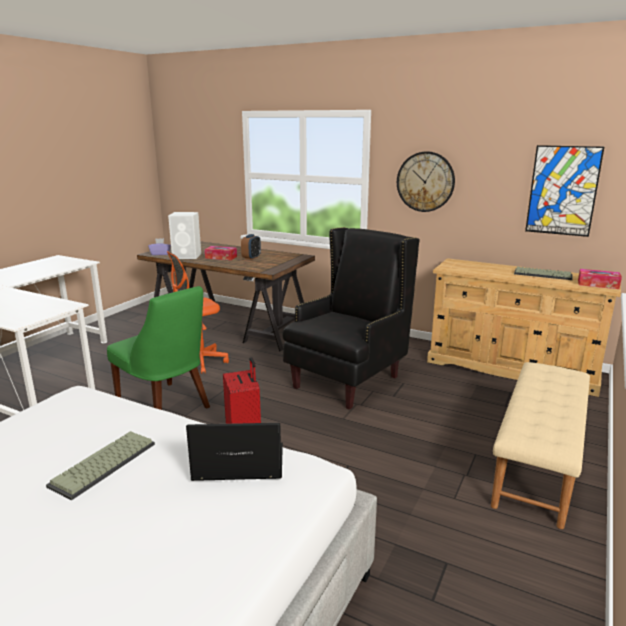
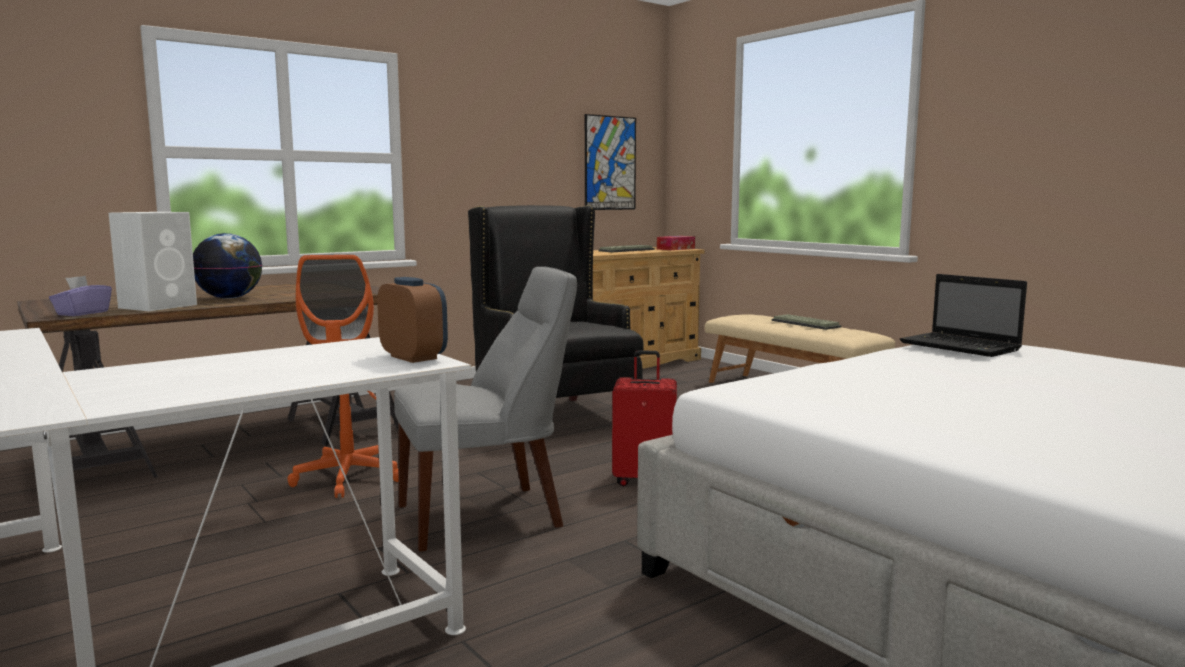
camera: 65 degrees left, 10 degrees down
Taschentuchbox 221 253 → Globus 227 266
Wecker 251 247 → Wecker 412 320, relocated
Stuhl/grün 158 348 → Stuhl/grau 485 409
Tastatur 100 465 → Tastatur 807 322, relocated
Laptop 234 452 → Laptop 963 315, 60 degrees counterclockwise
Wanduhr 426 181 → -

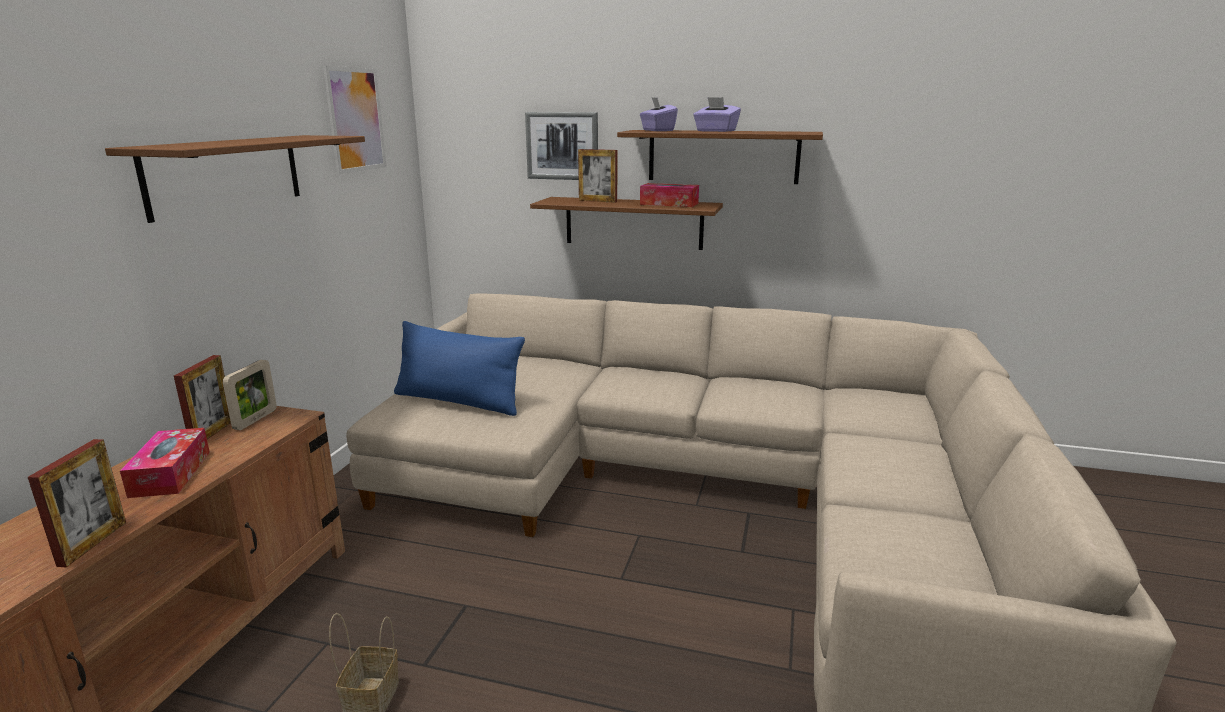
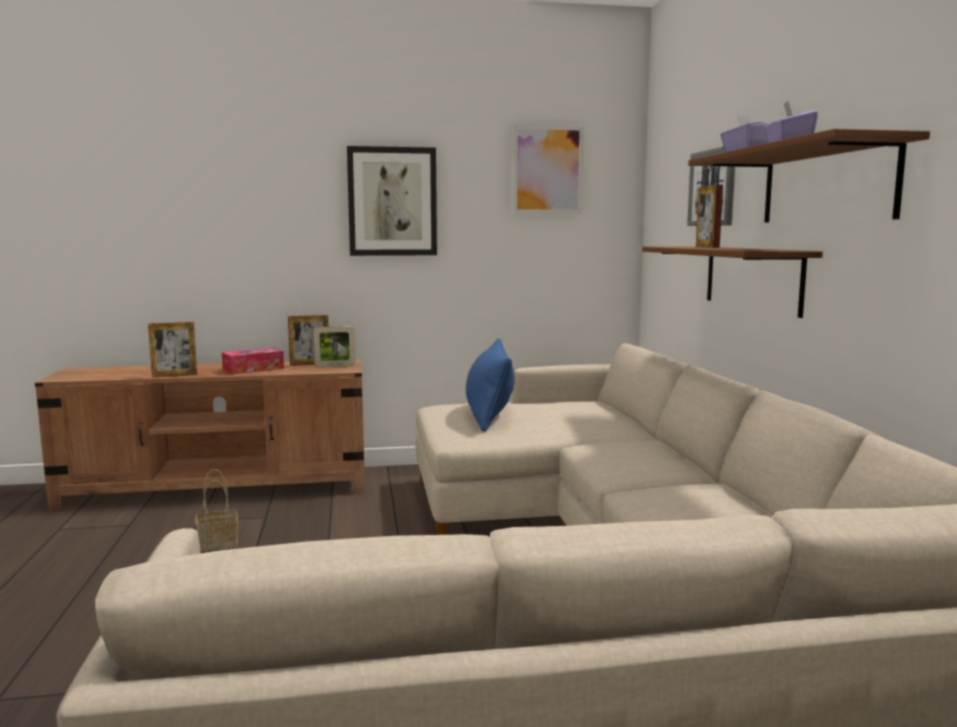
camera: 65 degrees right, 10 degrees down
Wandregal/braun 235 179 → Bild 392 201
Taschentuchbox 669 195 → -

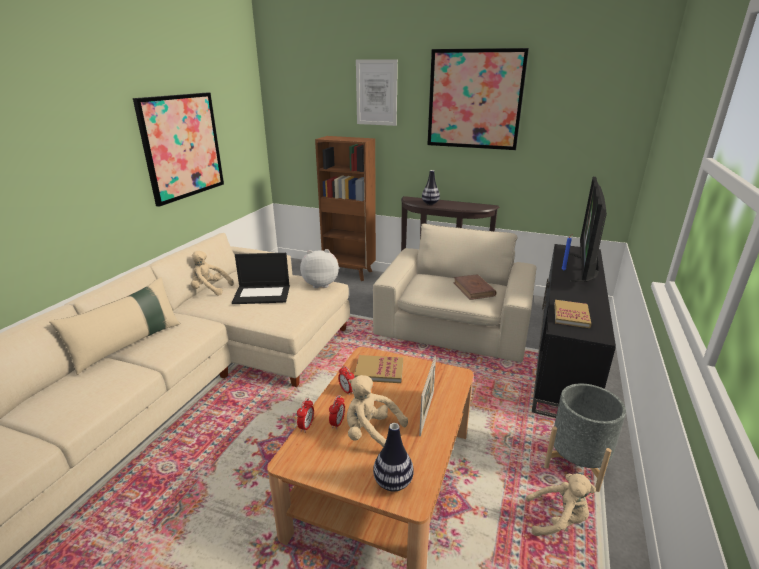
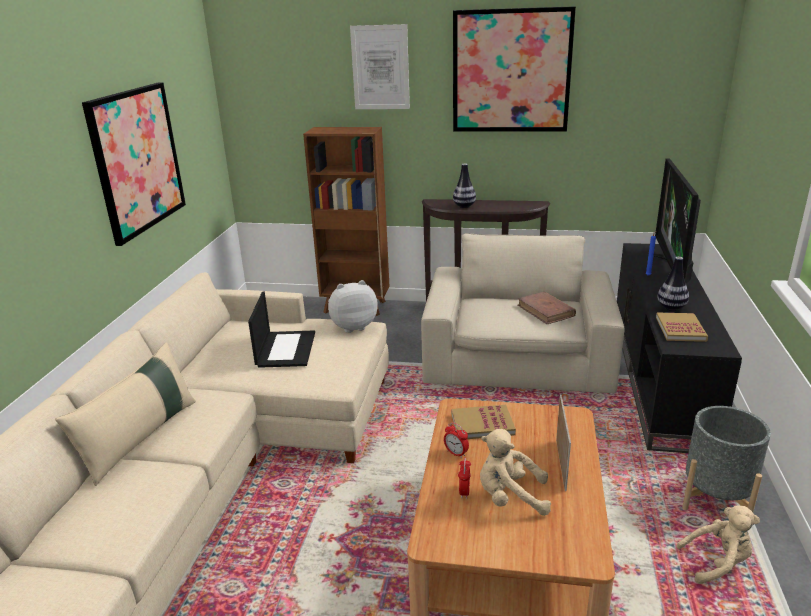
camera: 10 degrees left, 0 degrees up
Laptop 261 278 → Laptop 281 329, 75 degrees counterclockwise
Vase 393 457 → Vase 673 284, relocated
Plüschtier/beige 212 273 → -
Wecker 305 415 → -

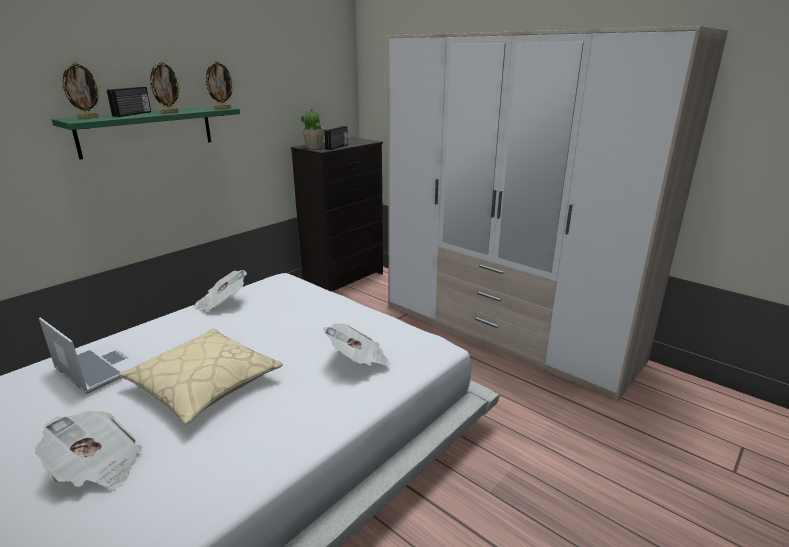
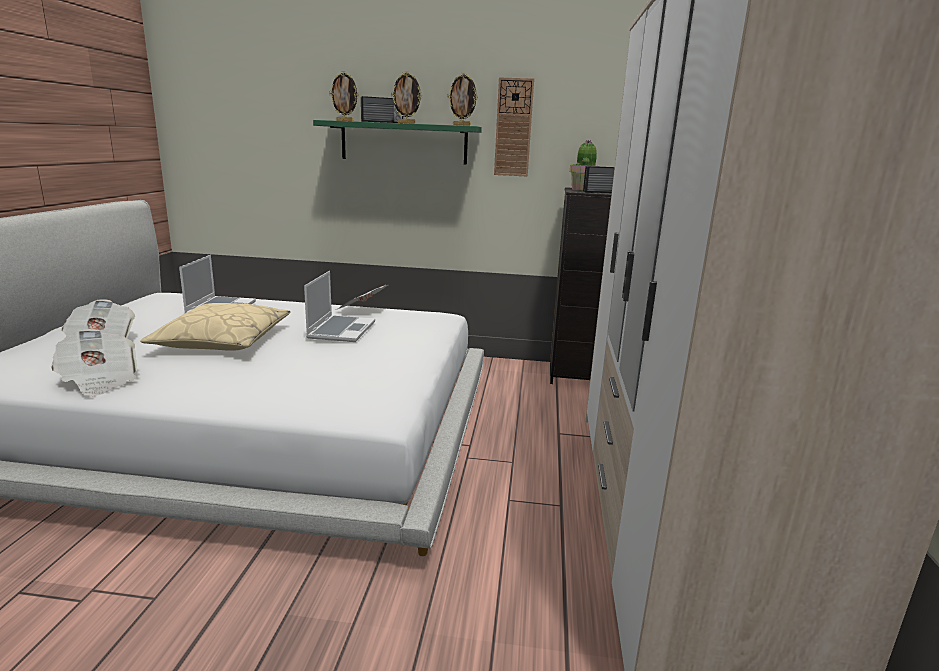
camera: 55 degrees right, 5 degrees down
Zeitung 357 345 → Zeitung 94 363, relocated
- → Laptop 339 306
- → Wanduhr 514 126

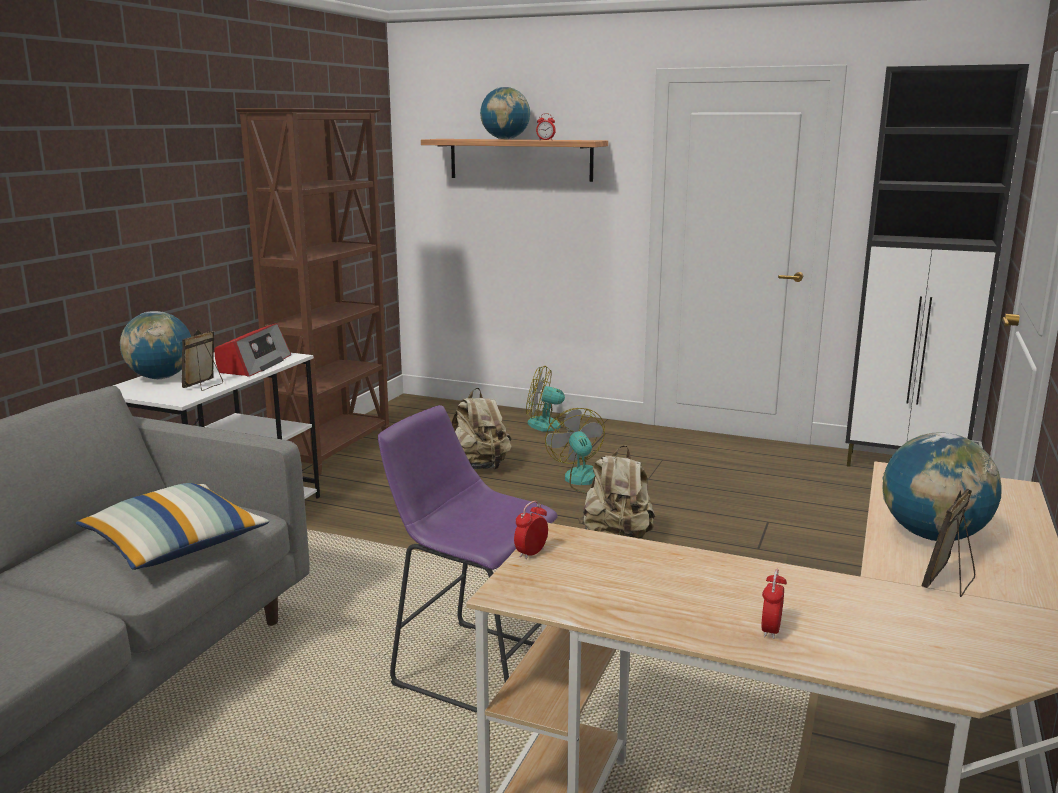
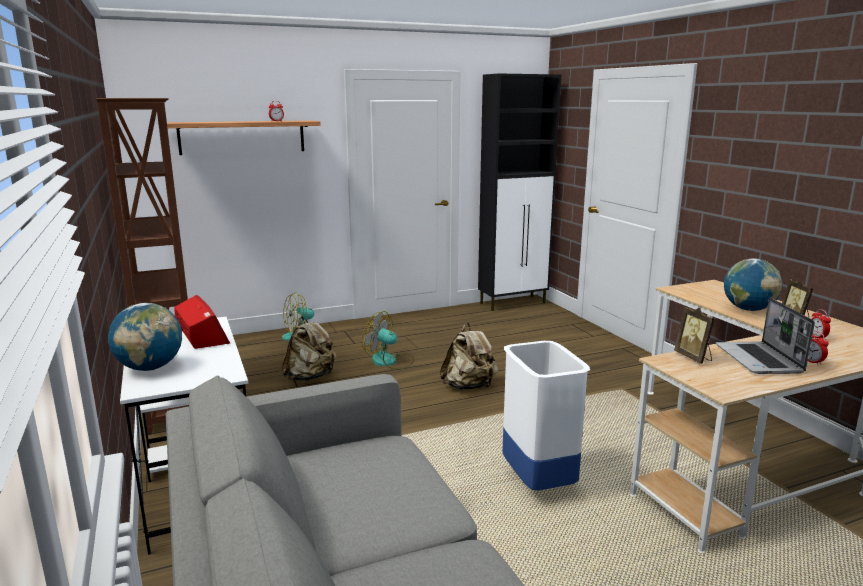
camera: 45 degrees left, 0 degrees up
Hocker/lila 468 559 → Mülleimer/weiß 546 415
Bilderrahmen 202 360 → Bilderrahmen 694 335, relocated
- → Laptop 765 335
Wecker 531 530 → Wecker 821 323, relocated
Kissen 172 526 → -
Globus 505 113 → -

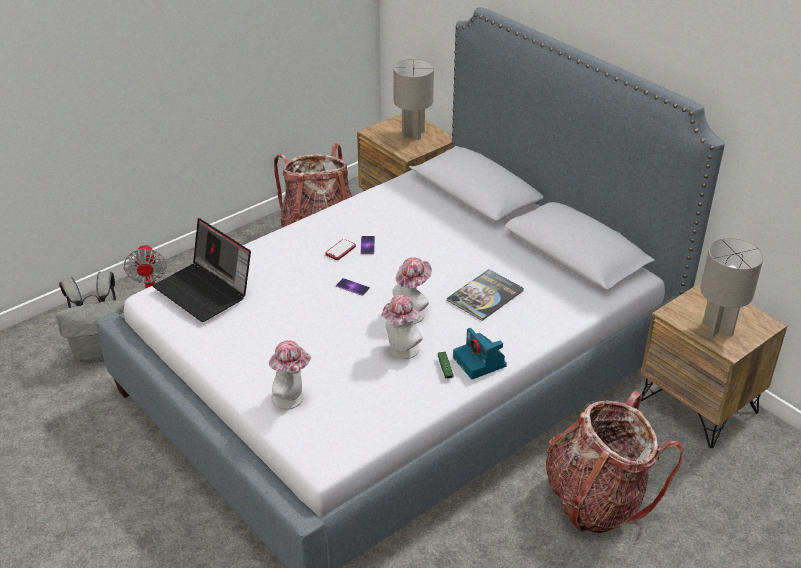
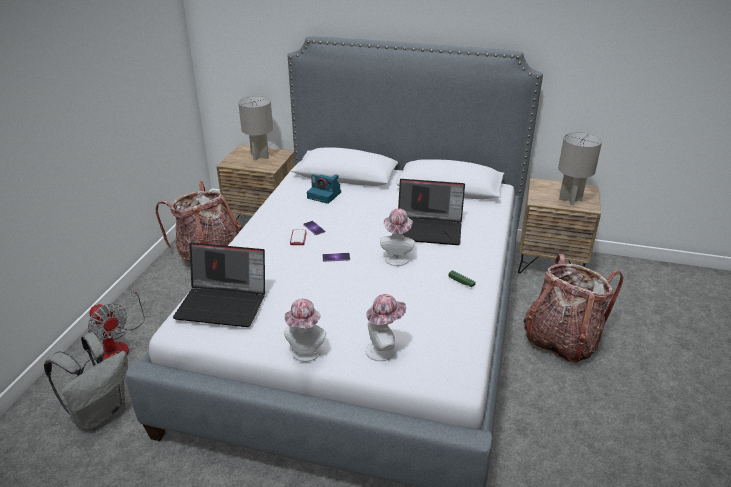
camera: 35 degrees left, 5 degrees down
Hut 402 327 → Hut 305 330, relocated
Kamera 480 353 → Kamera 324 189, relocated
Buch 485 295 → Laptop 431 212

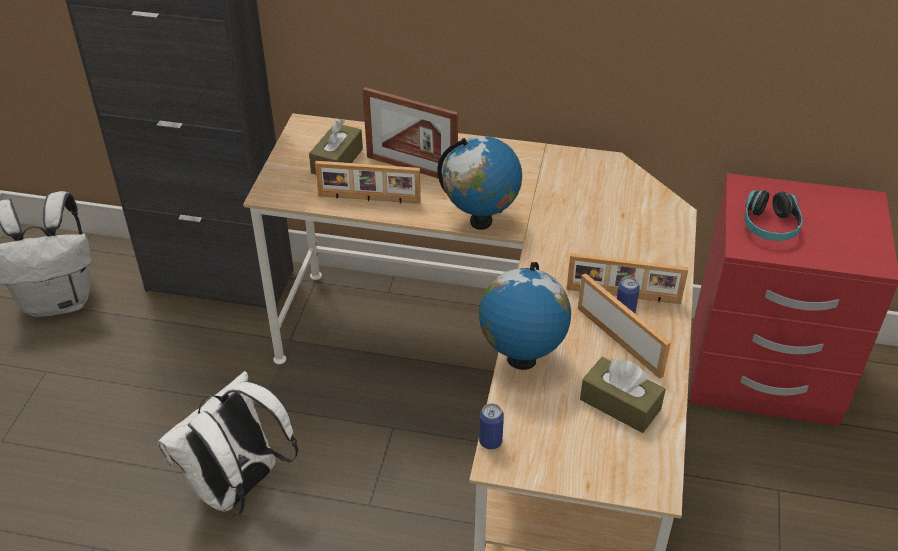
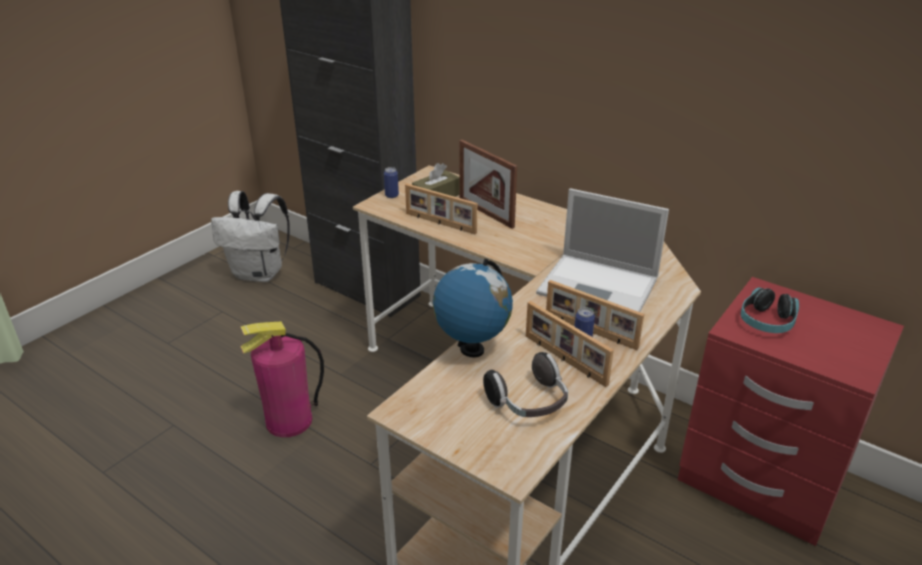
camera: 25 degrees right, 10 degrees down
Rucksack/weiß 228 443 → Feuerlöscher 282 379
Dose 491 426 → Dose 391 182, relocated
Taschentuchbox/braun 622 395 → Kopfhörer 525 384
Bilderrahmen 624 326 → Bilderrahmen 570 344, 150 degrees clockwise
- → Laptop 602 250
Globus 479 183 → -

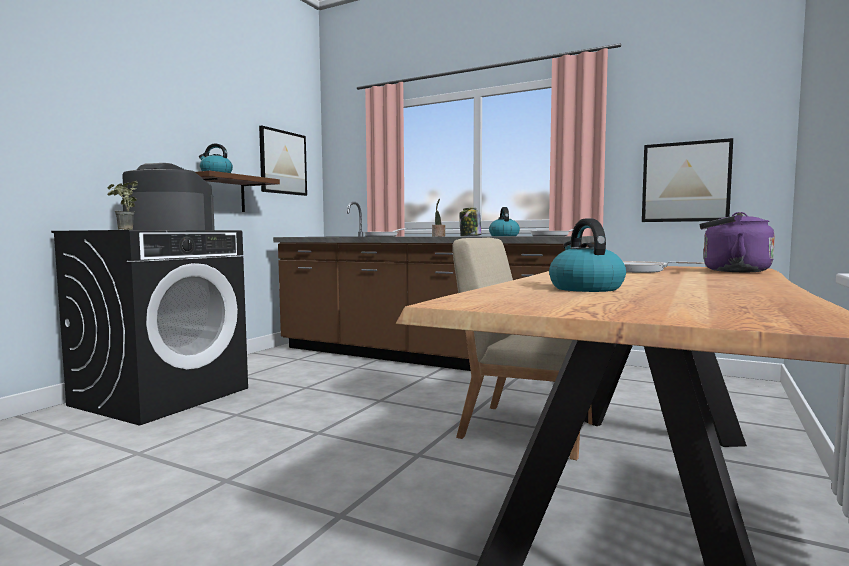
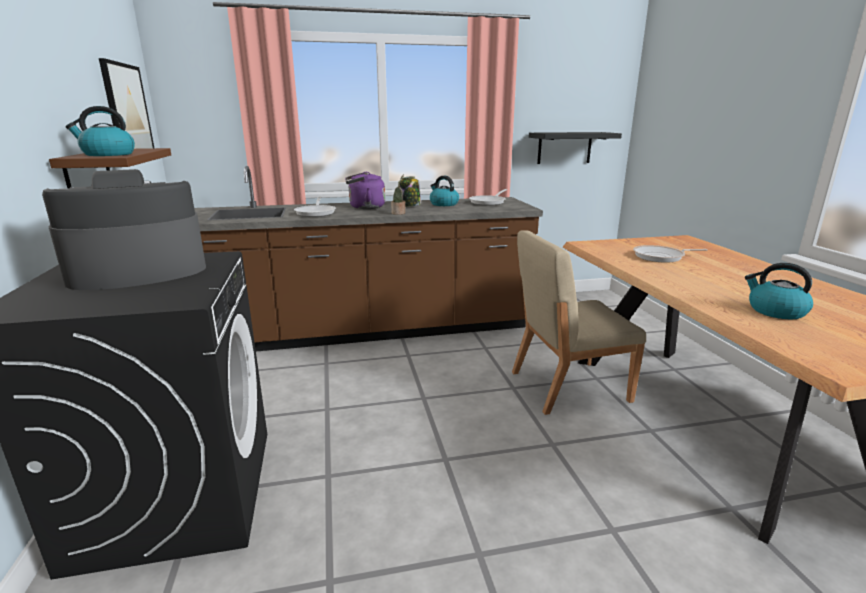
camera: 40 degrees left, 15 degrees up
Wasserkessel/lila 737 242 → Wasserkessel/lila 365 190, relocated
Bild 687 180 → Wandregal/schwarz 575 148
Topfpflanze 122 205 → -

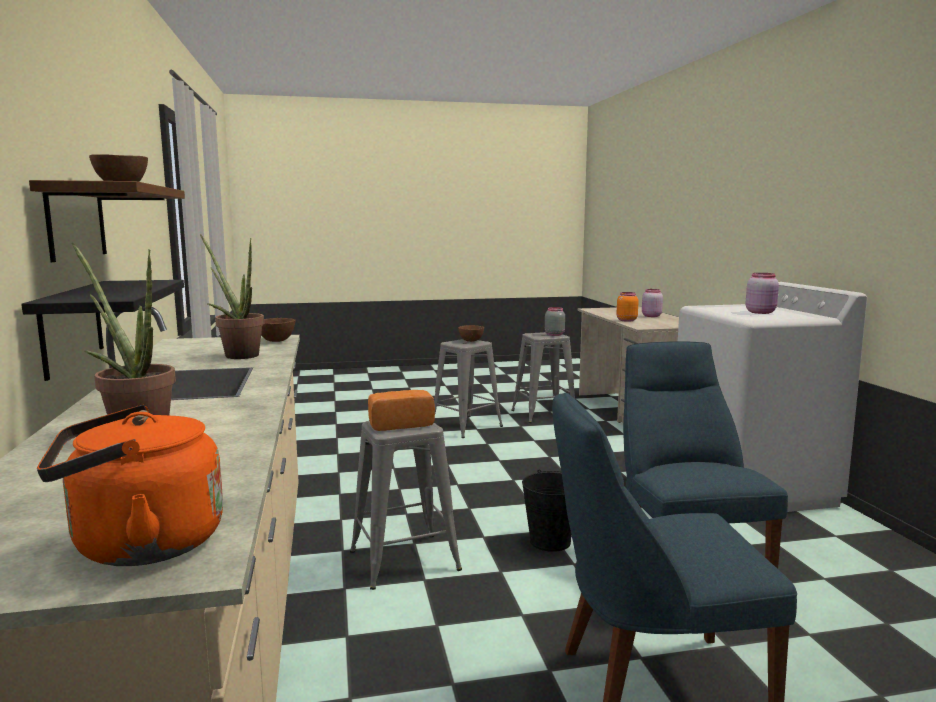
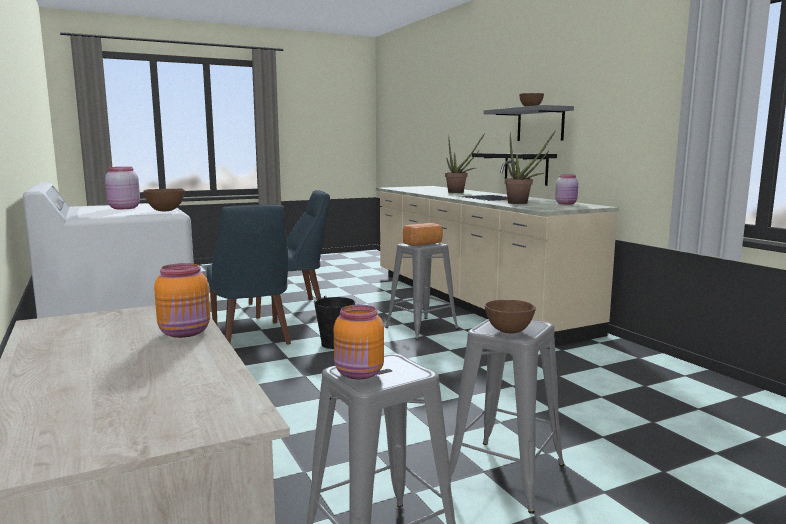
camera: 165 degrees right, 0 degrees up
Schüssel/braun 278 330 → Schüssel/braun 164 200, relocated
Vorratsglas/grau 555 321 → Vorratsglas/orange 359 342
Wandregal/braun 107 221 → Wandregal/grau 528 123
Vorratsglas/rosa 652 303 → Vorratsglas/rosa 566 189, relocated
Wasserkessel/orange 130 485 → -

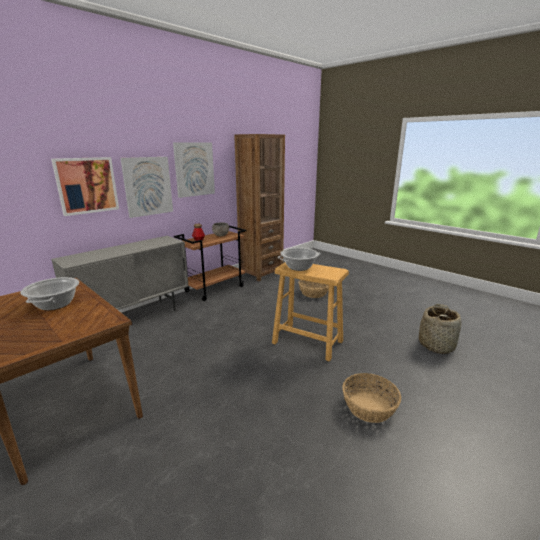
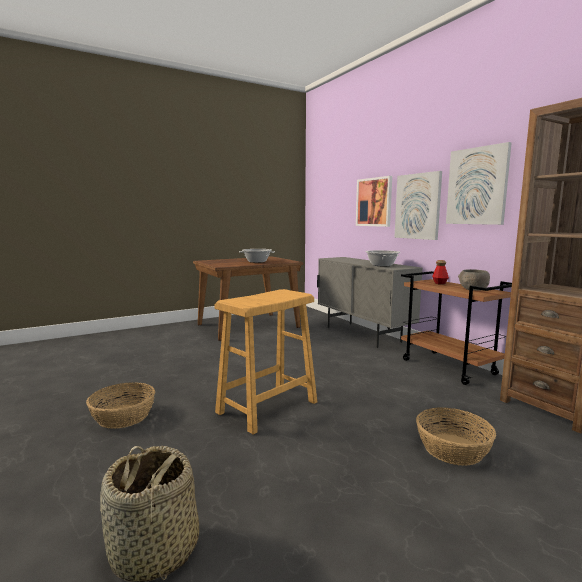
camera: 105 degrees right, 10 degrees down
Kochtopf 299 259 → Kochtopf 382 258, relocated

